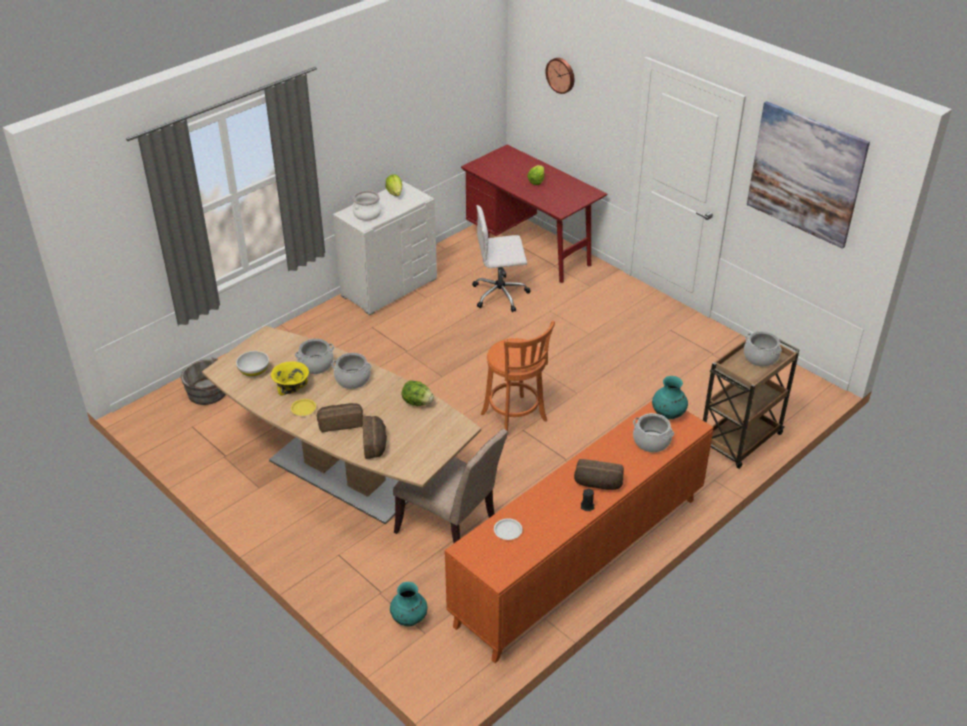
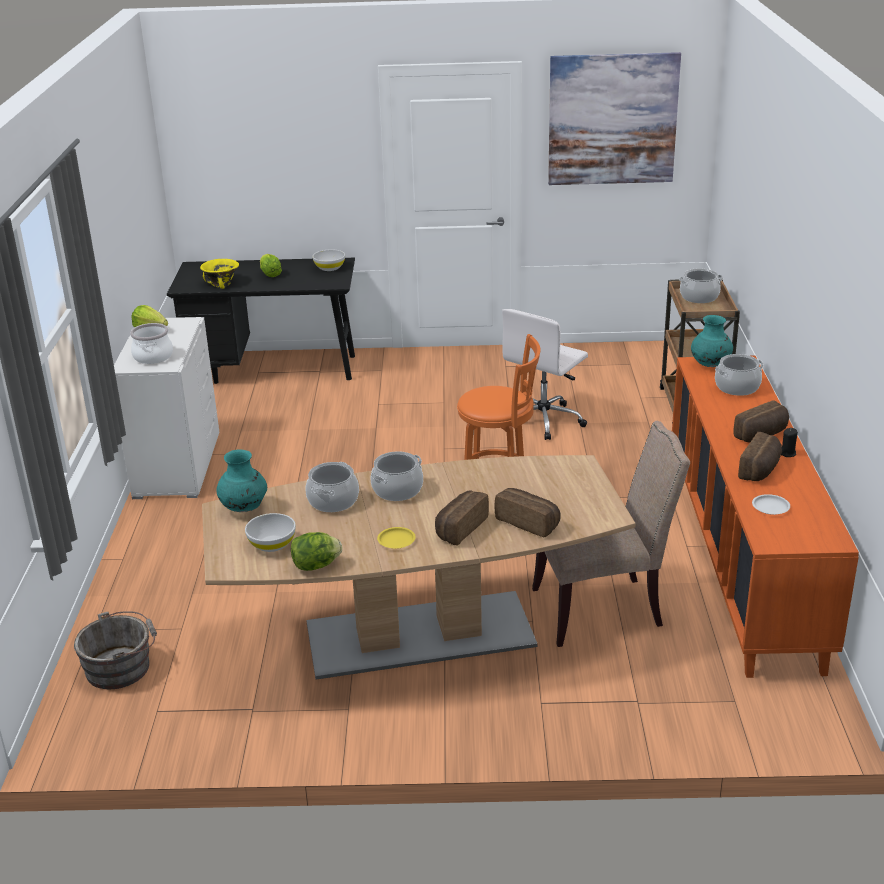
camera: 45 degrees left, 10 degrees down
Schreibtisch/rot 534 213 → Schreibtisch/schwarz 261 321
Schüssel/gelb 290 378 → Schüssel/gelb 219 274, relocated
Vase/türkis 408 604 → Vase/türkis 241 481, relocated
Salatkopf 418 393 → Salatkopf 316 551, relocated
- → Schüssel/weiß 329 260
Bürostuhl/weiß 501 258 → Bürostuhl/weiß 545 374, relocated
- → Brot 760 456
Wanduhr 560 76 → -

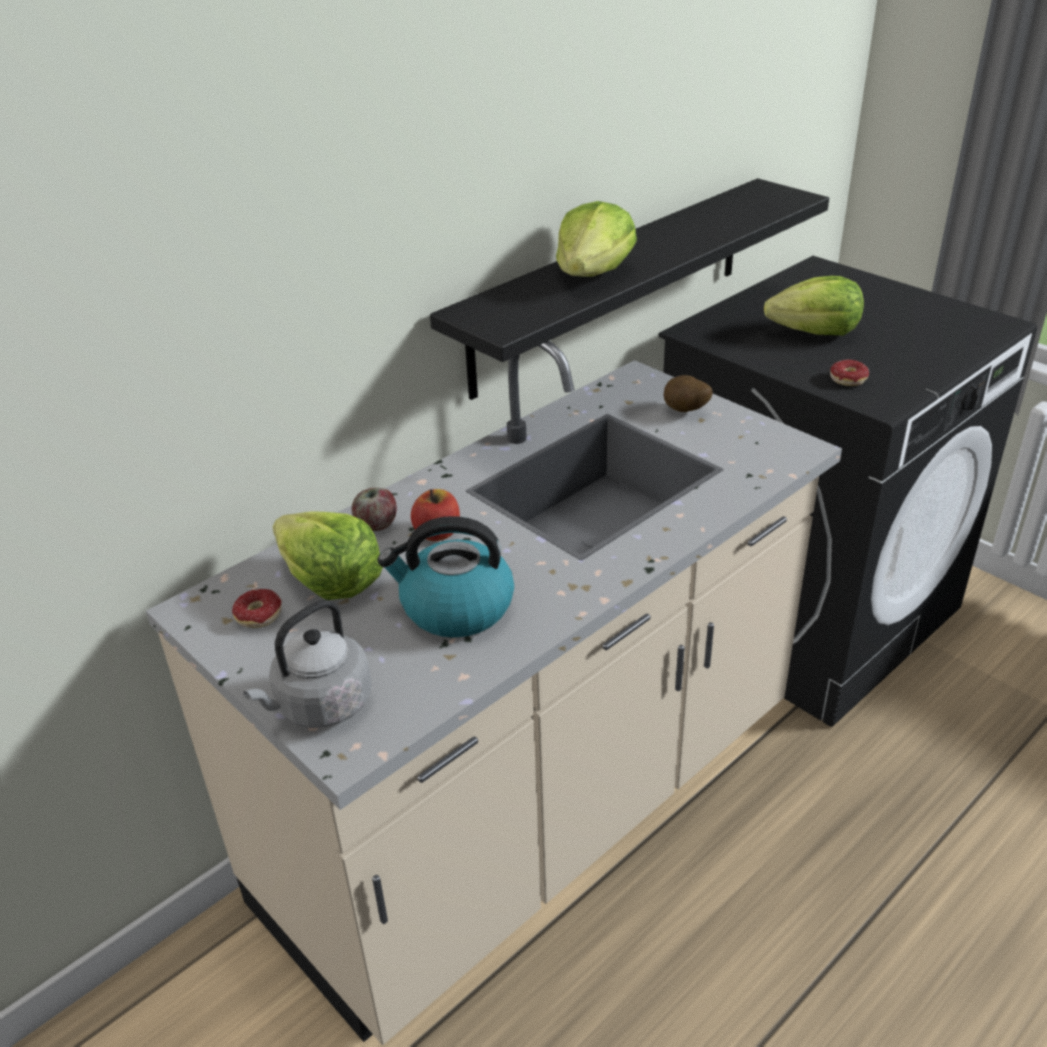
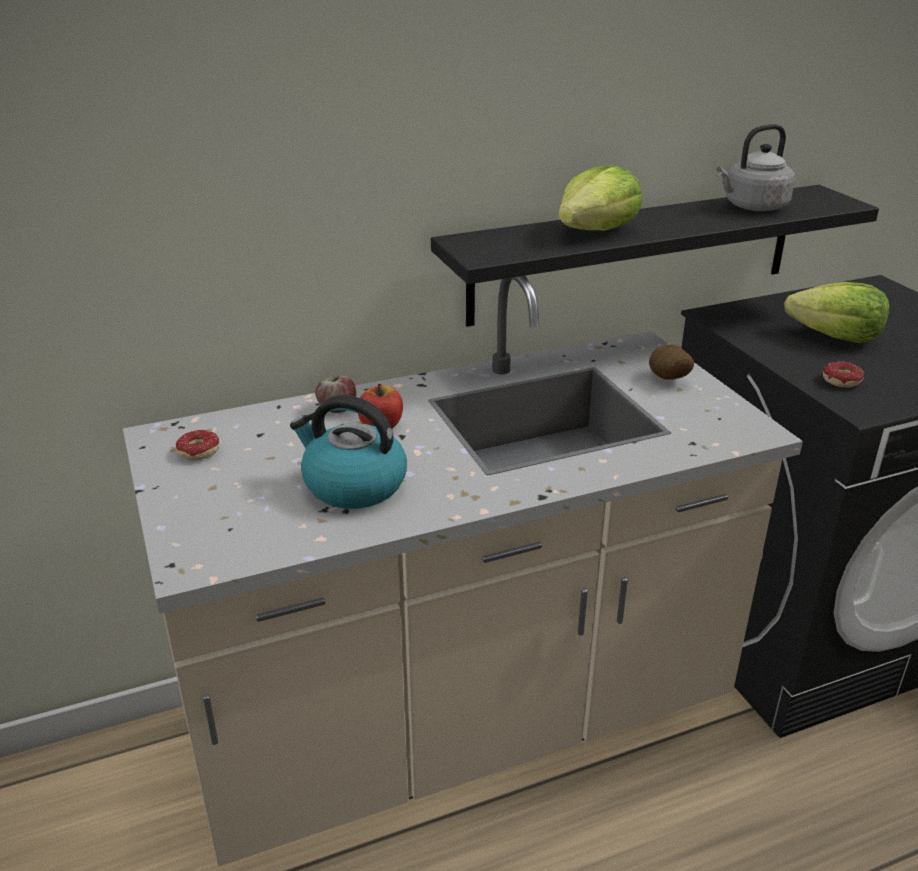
camera: 20 degrees right, 5 degrees down
Wasserkessel/grau 307 664 → Wasserkessel/grau 756 167, relocated
Salatkopf 327 555 → -

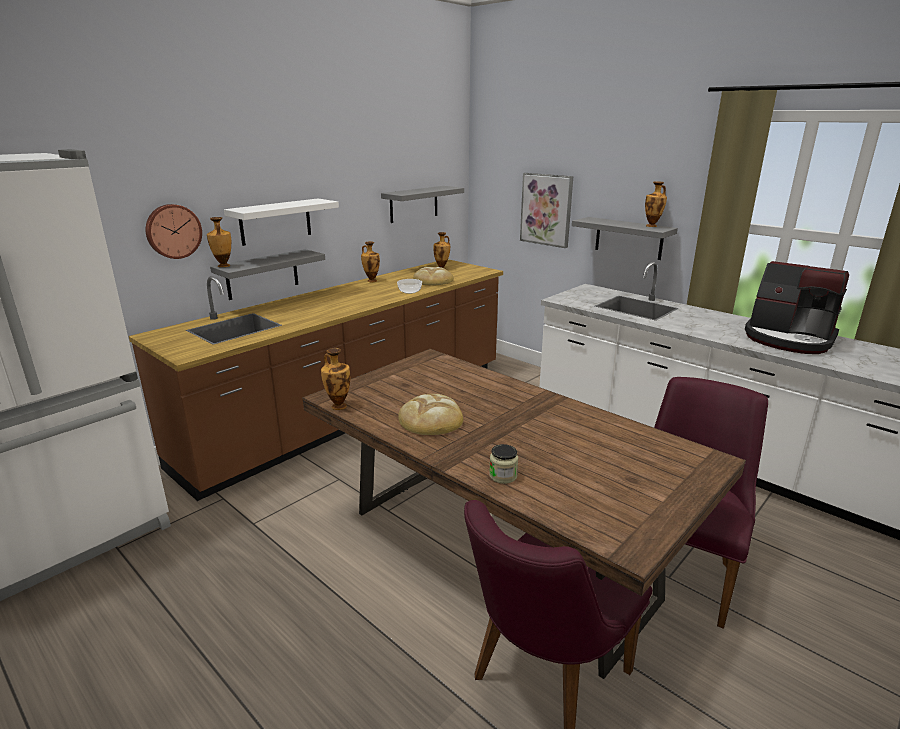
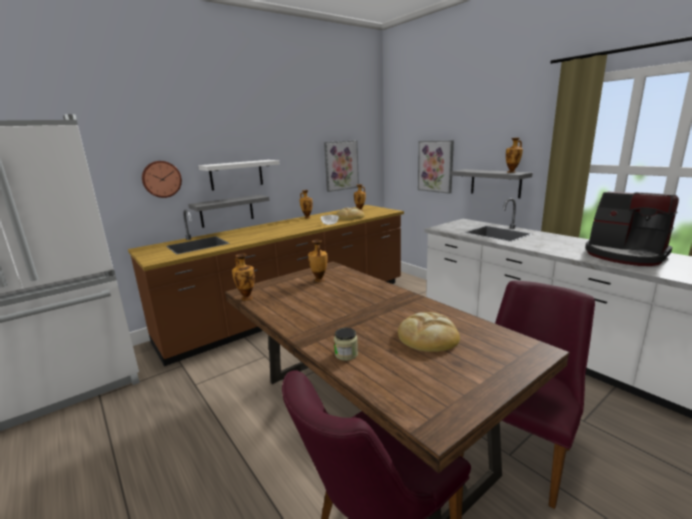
camera: 10 degrees right, 5 degrees down
Vase 219 242 → Vase 318 261, relocated
Wandregal/grau 422 204 → Bild 341 166
Brot 430 414 → Brot 429 332, relocated

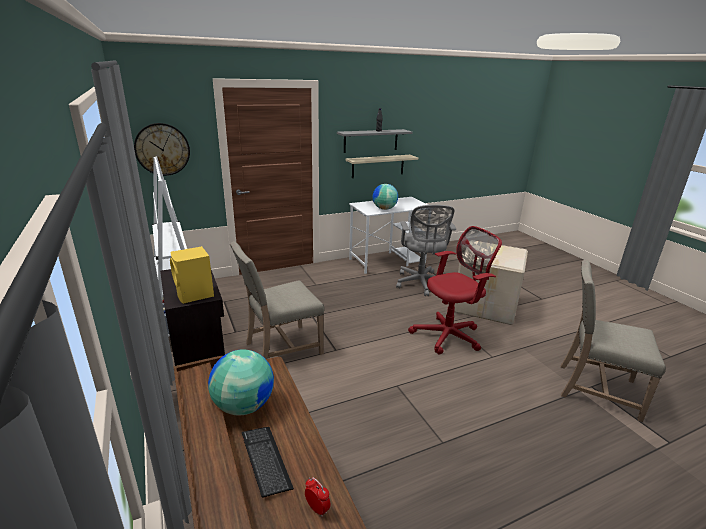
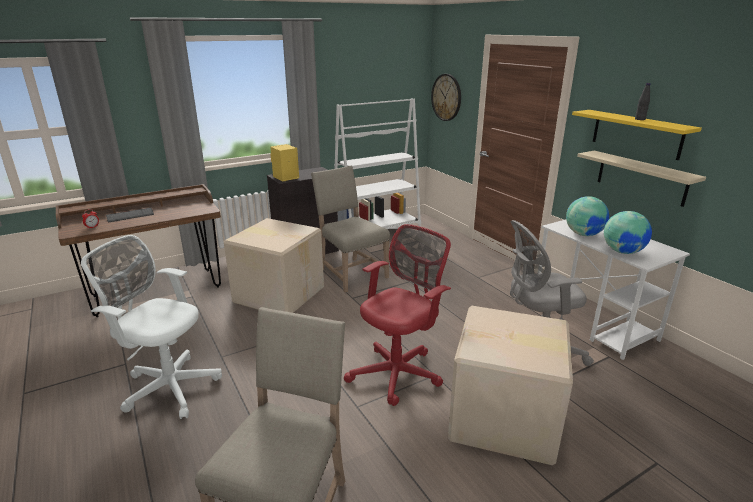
camera: 85 degrees right, 0 degrees up
- → Bürostuhl/weiß 151 327
- → Karton 274 265
Bürostuhl/rot 455 290 → Bürostuhl/rot 397 315, 105 degrees counterclockwise
Wandregal/grau 375 141 → Wandregal/gelb 637 135
Globus 241 382 → Globus 628 232, relocated

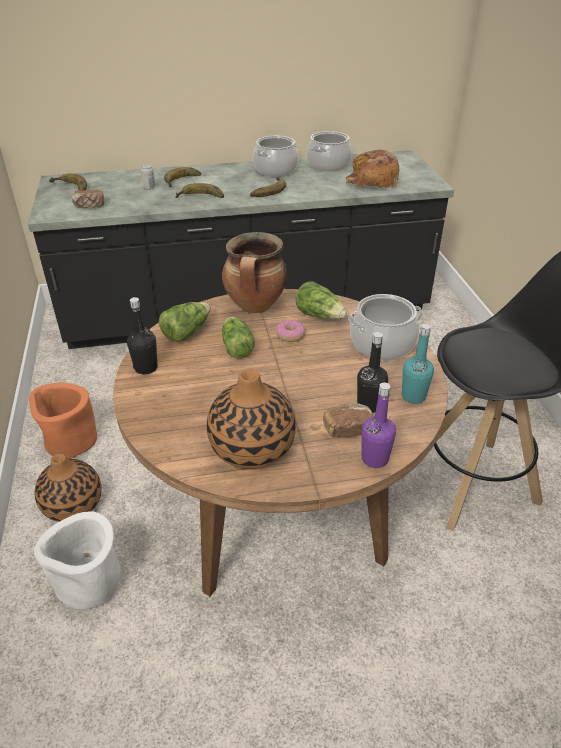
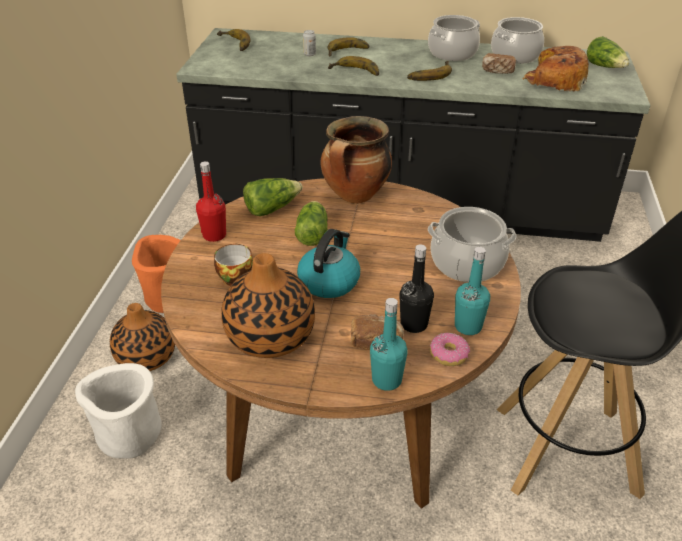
camera: 20 degrees right, 0 degrees up
Flasche/schwarz 142 336 → Flasche/rot 211 201
- → Tasse 233 264
- → Wasserkessel 328 263
Flasche/lila 379 425 → Flasche/türkis 389 344
Donut 290 331 → Donut 450 349, relocated
Brot 88 199 → Brot 499 63, relocated
Salatkopf 321 300 → Salatkopf 608 52, relocated

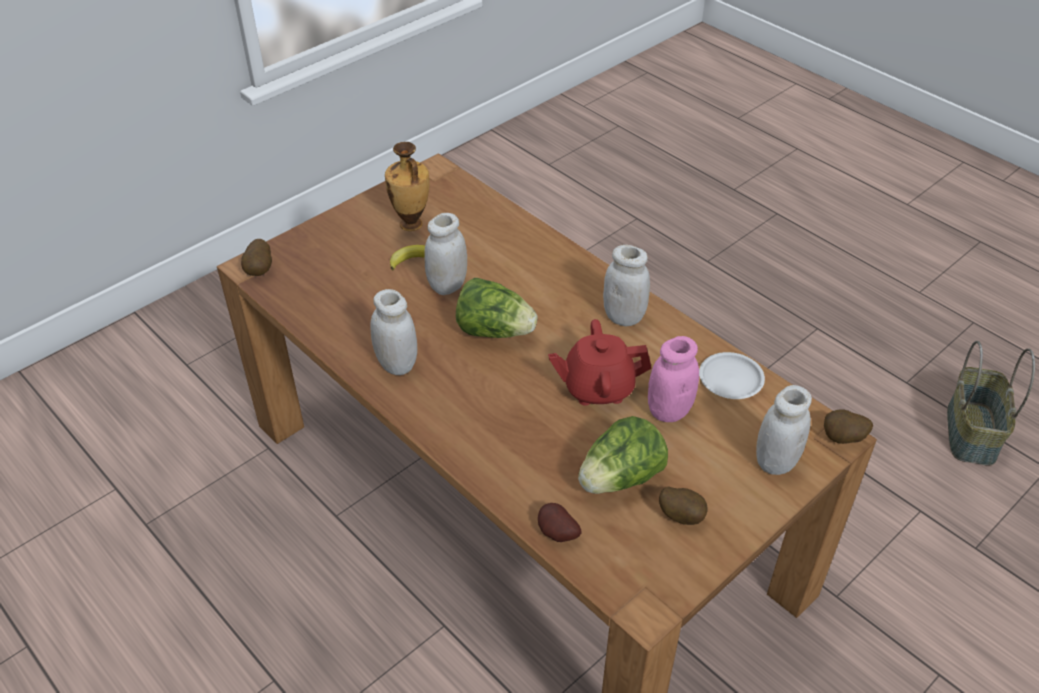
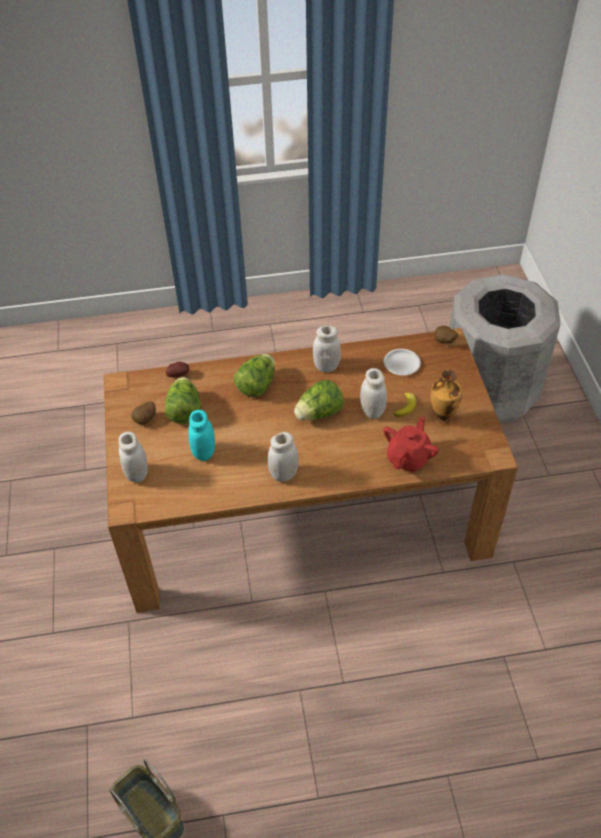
camera: 125 degrees right, 5 degrees up
Vorratsglas/rosa 673 379 → Vorratsglas/türkis 202 435
- → Salatkopf 254 375
Teekanne/rot 599 362 → Teekanne/rot 411 444, relocated
Teller/weiß 732 375 → Teller/weiß 402 362, relocated
- → Mülleimer/grau 505 349
Kartoffel 848 426 → -

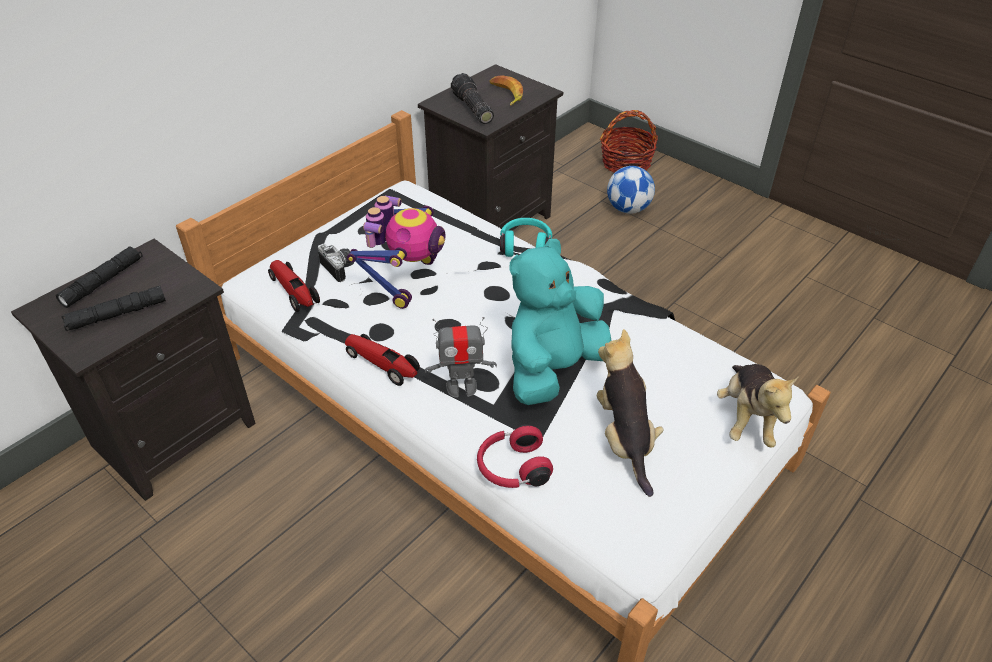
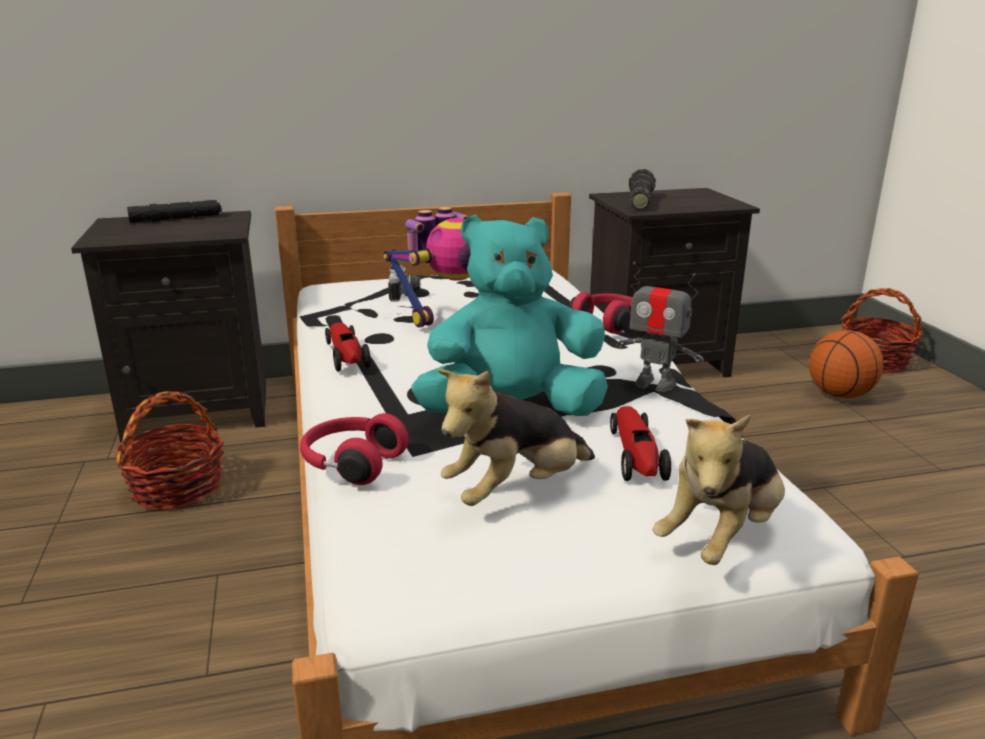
camera: 35 degrees right, 20 degrees down
- → Korb 170 450
Plüschtier 630 413 → Plüschtier 516 437, 150 degrees counterclockwise
Kopfhörer/türkis 526 237 → Kopfhörer/rot 601 313
Spielzeugauto 294 286 → Spielzeugauto 640 443, relocated
Spielzeugroboter 461 357 → Spielzeugroboter 659 327, relocated
Fußball 631 190 → Basketball 846 364
Taschenlampe/schwarz 113 308 → -
Banane 506 90 → -

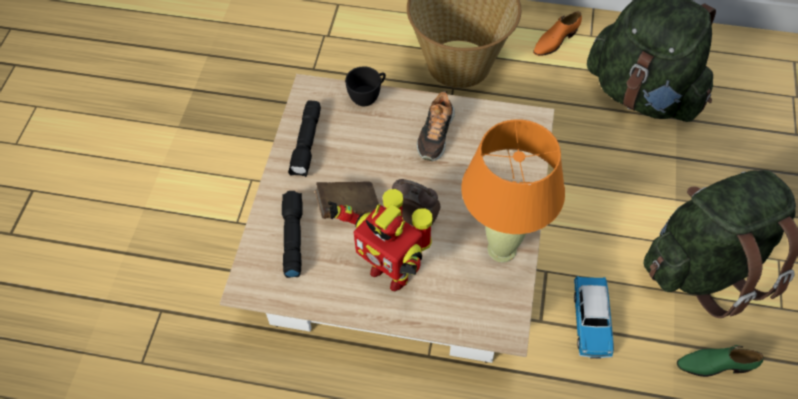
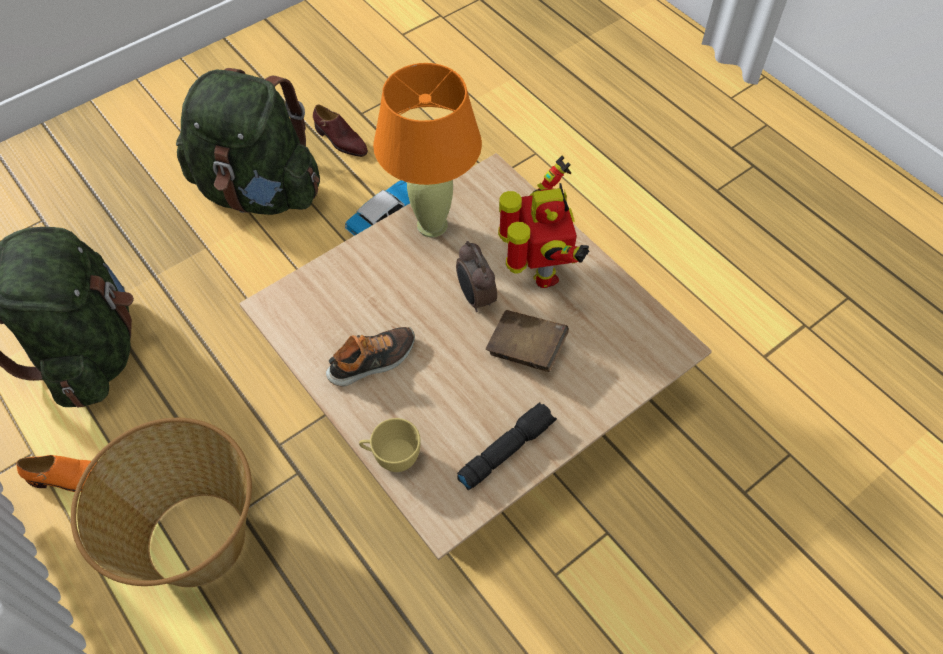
camera: 140 degrees left, 0 degrees up
Schuh/grün 720 361 → Schuh/braun 340 131
Tasse/schwarz 365 86 → Tasse/gelb 390 445
Taschenlampe/schwarz 292 234 → -

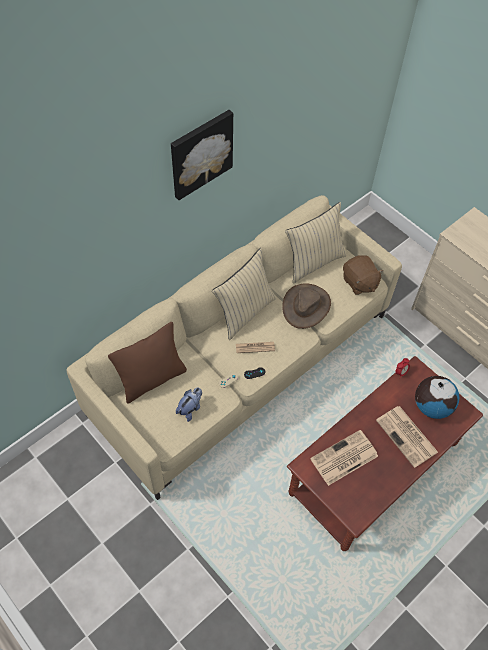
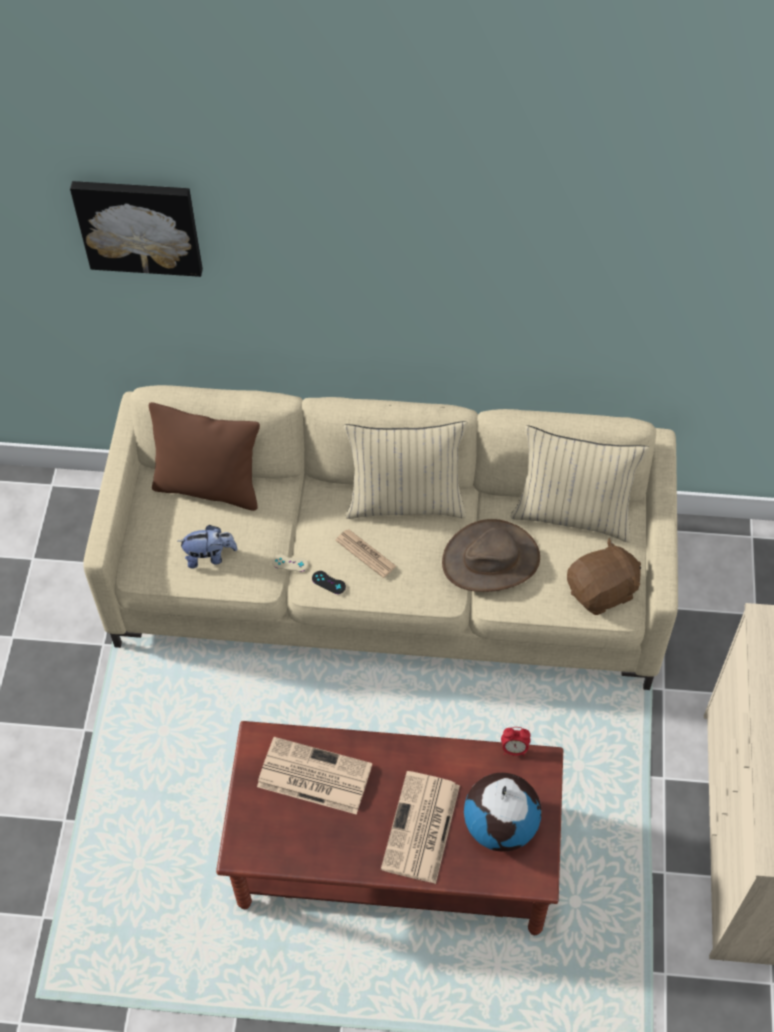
camera: 50 degrees right, 0 degrees up
Bild 202 155 → Bild 136 229, relocated
Plüschtier/braun 363 275 → Plüschtier/braun 604 576, 135 degrees counterclockwise

